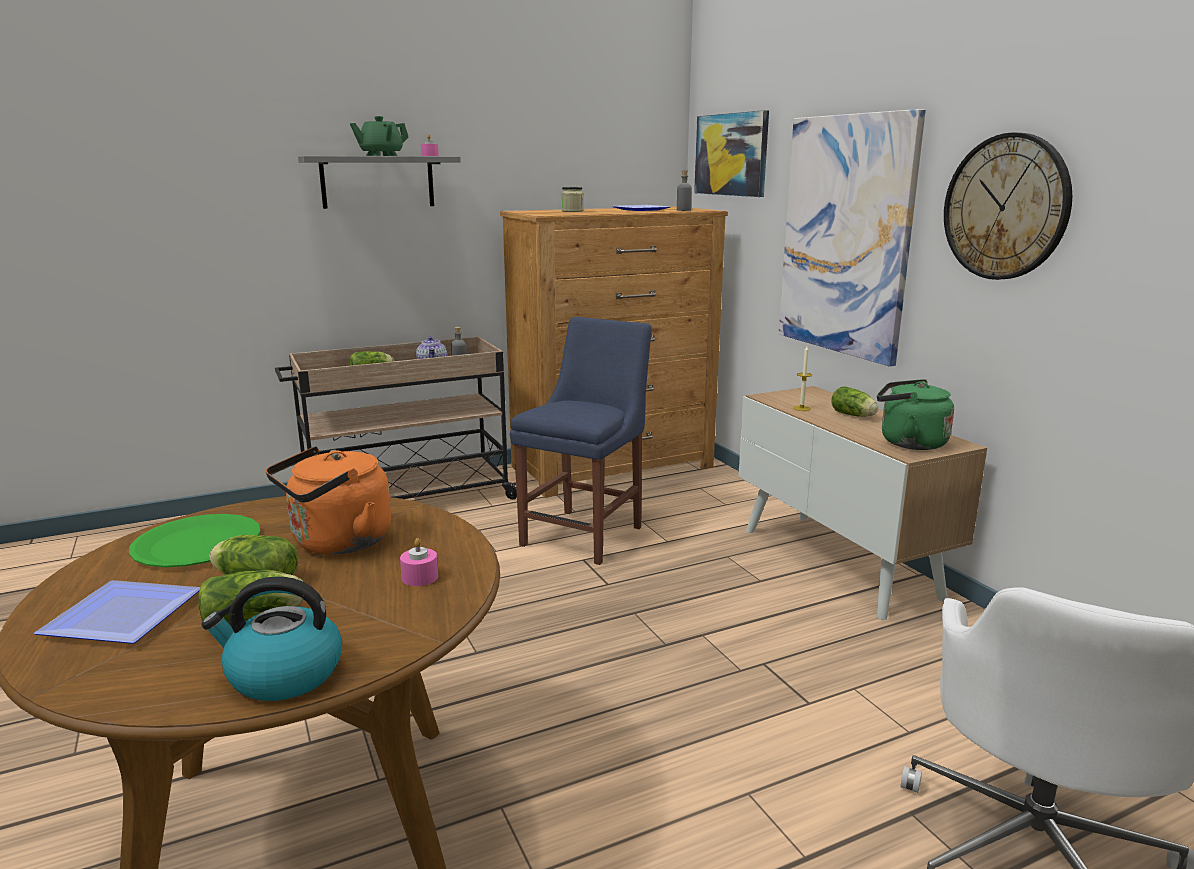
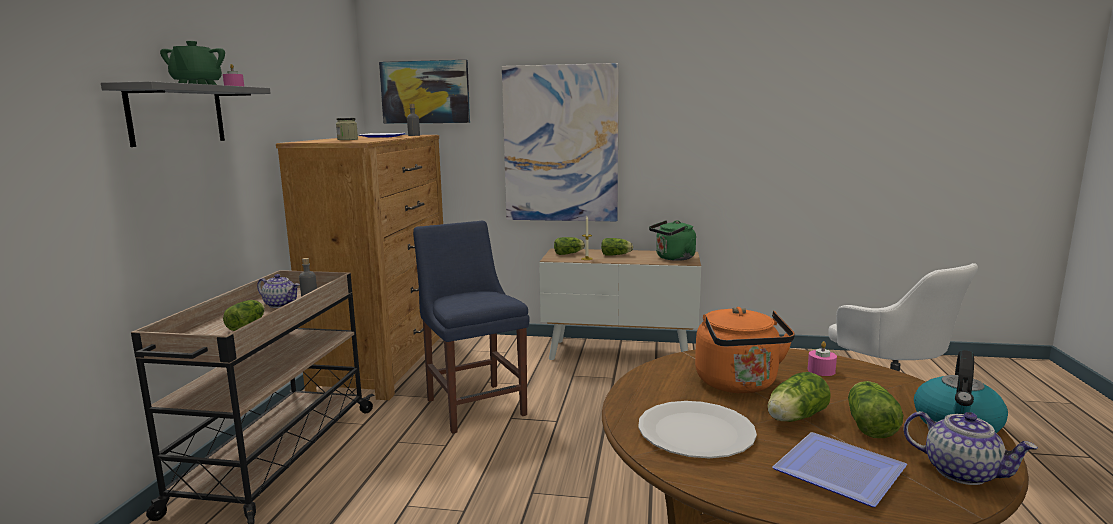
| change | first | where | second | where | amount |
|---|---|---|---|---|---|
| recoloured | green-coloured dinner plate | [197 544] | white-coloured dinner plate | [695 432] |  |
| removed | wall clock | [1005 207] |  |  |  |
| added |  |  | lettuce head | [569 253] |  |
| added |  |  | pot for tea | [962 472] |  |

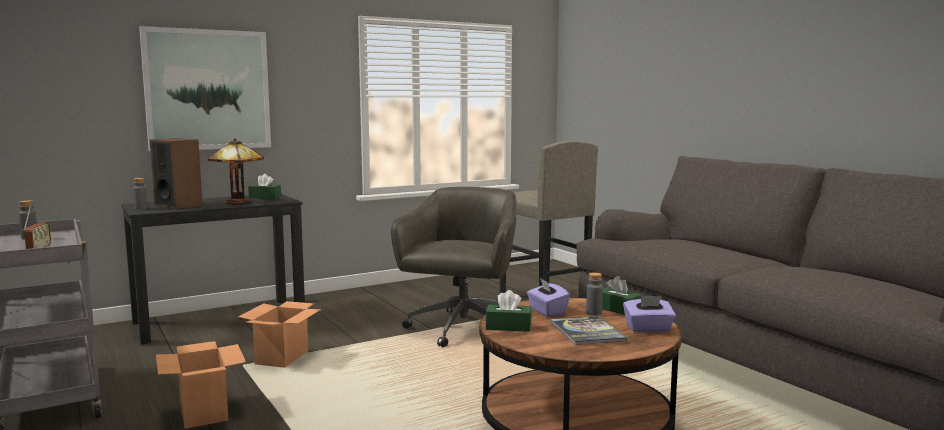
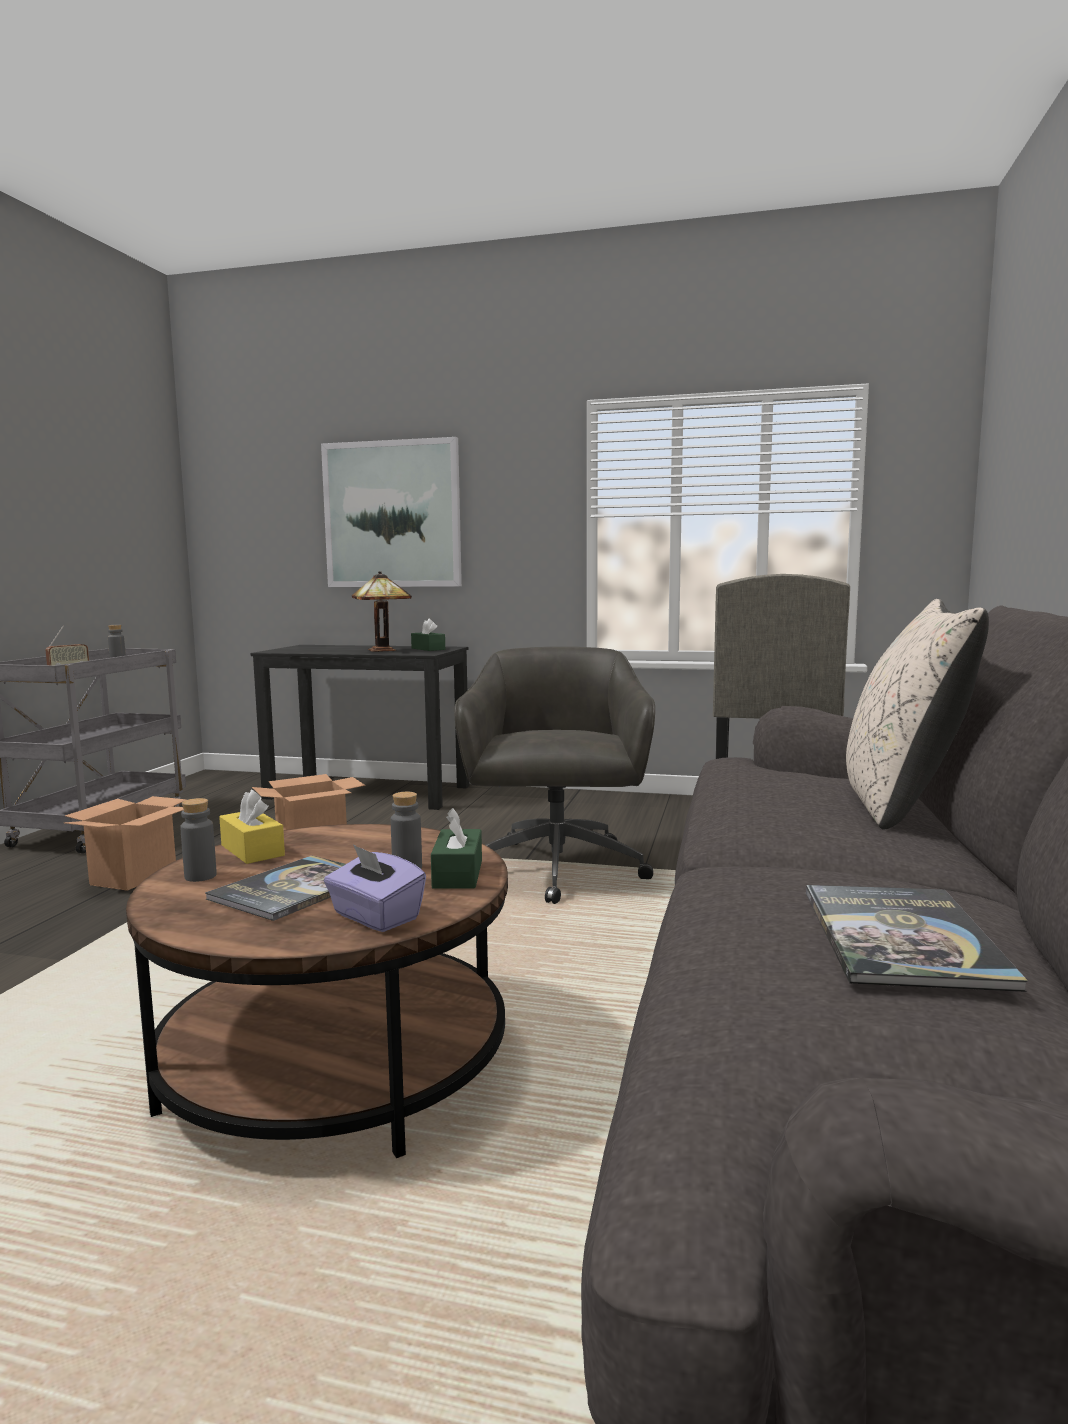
| change | first | where | second | where | amount |
|---|---|---|---|---|---|
| moved | greyish drink bottle | [141 208] |  | [200 876] |  |
| removed | audio speaker | [178 205] |  |  |  |
| turned | greyish computer chair | [461 329] |  | [556 871] | 60 degrees counterclockwise |
| recoloured | green-coloured tissue box | [508 327] | yellow-coloured tissue box | [252 850] |  |
| removed | purplish tissue box | [547 311] |  |  |  |
| added |  |  | book | [901 938] |  |
| added |  |  | beige-coloured pillow | [901 802] |  |

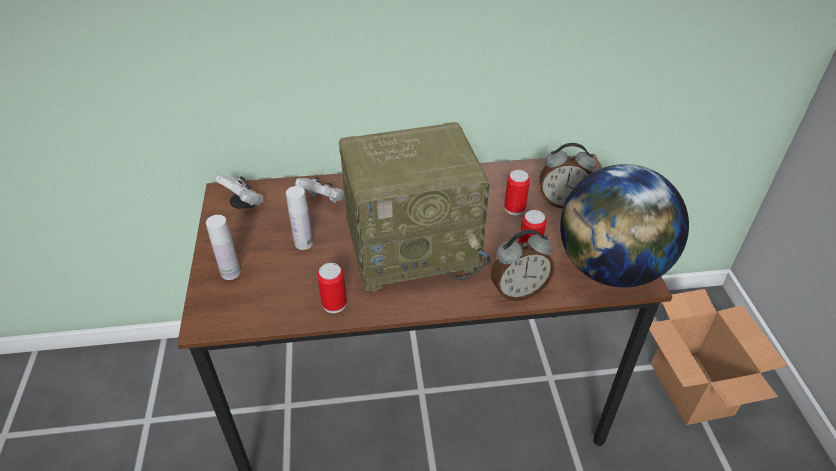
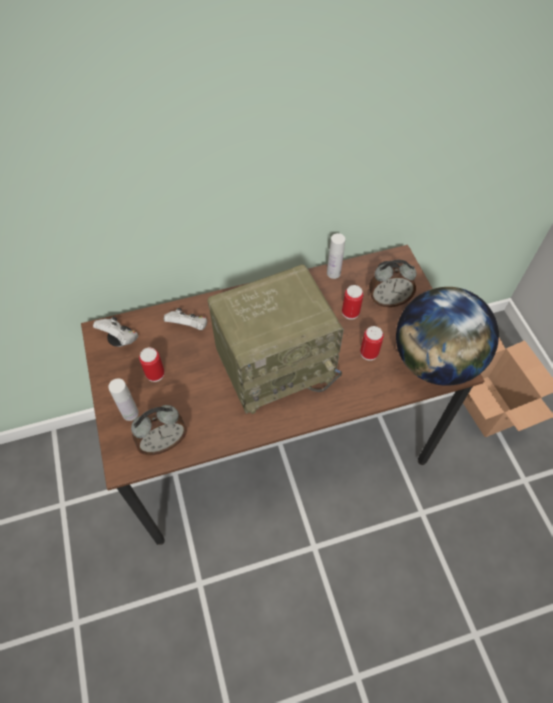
| change | first | where | second | where | amount |
|---|---|---|---|---|---|
| moved | white-coloured drink bottle | [303 243] |  | [333 273] |  |
| moved | can | [334 304] |  | [155 374] |  |
| moved | bedside clock | [518 291] |  | [163 442] |  |

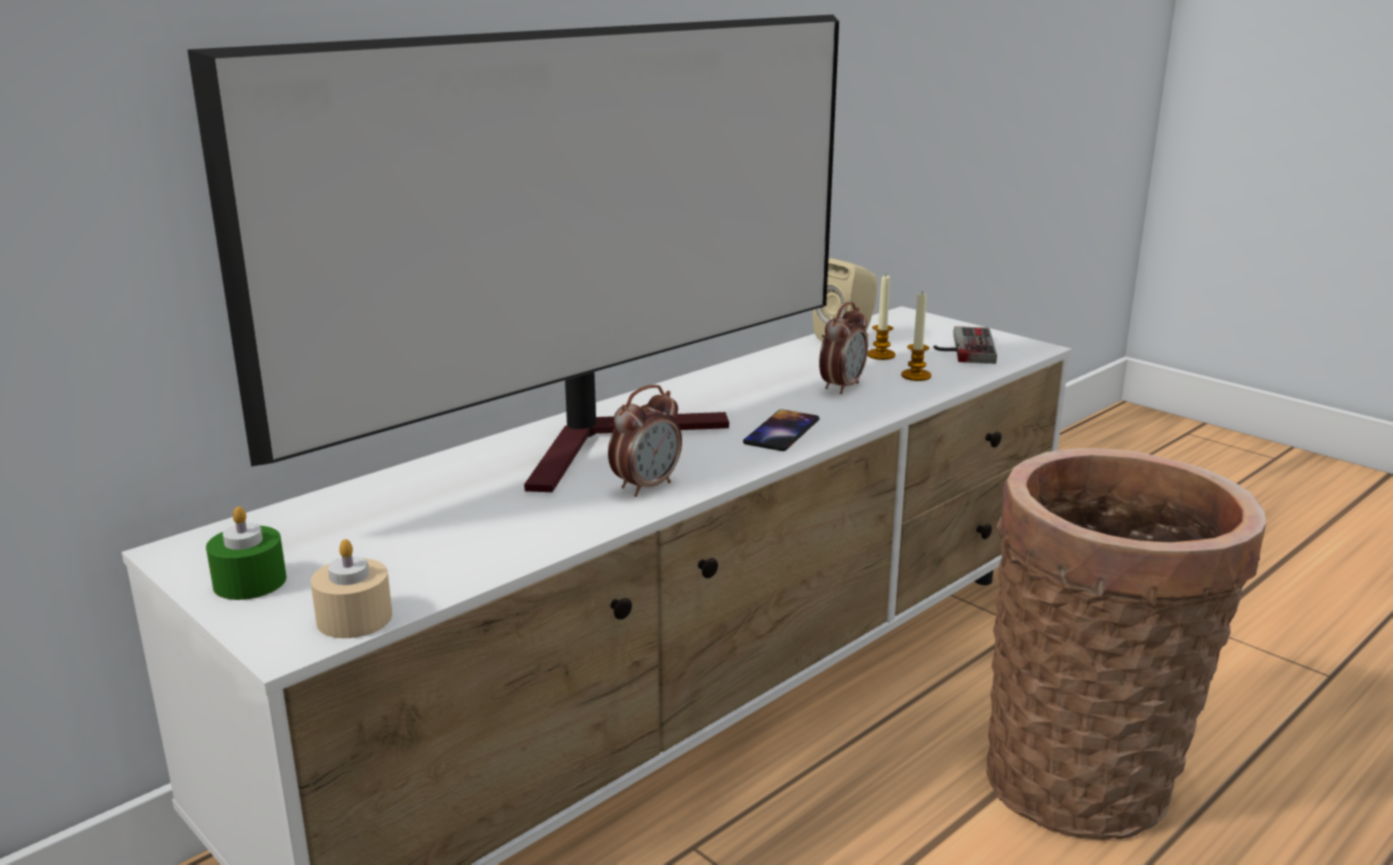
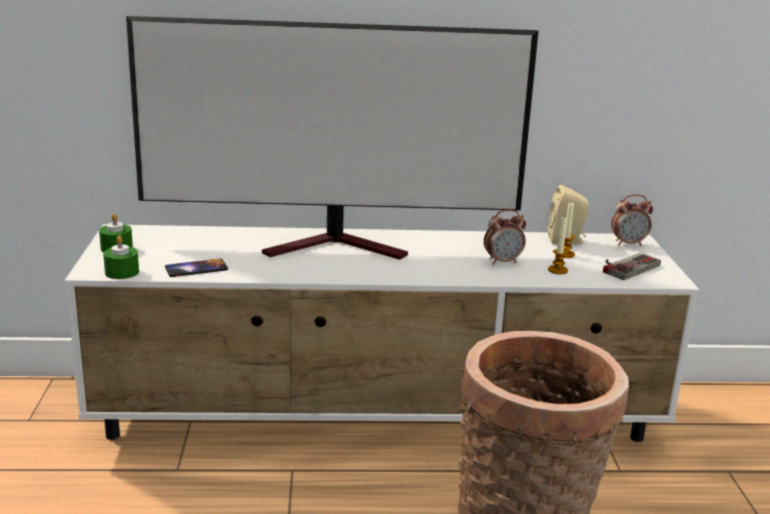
| change | first | where | second | where | amount |
|---|---|---|---|---|---|
| recoloured | beige-coloured wax candle | [354 618] | green-coloured wax candle | [122 272] |  |
| moved | bedside clock | [646 486] |  | [628 244] |  |
| moved | telephone | [781 431] |  | [196 268] |  |

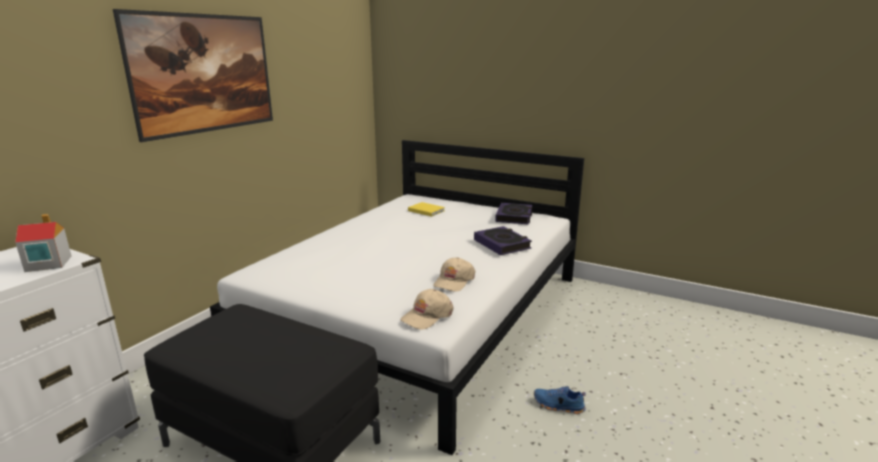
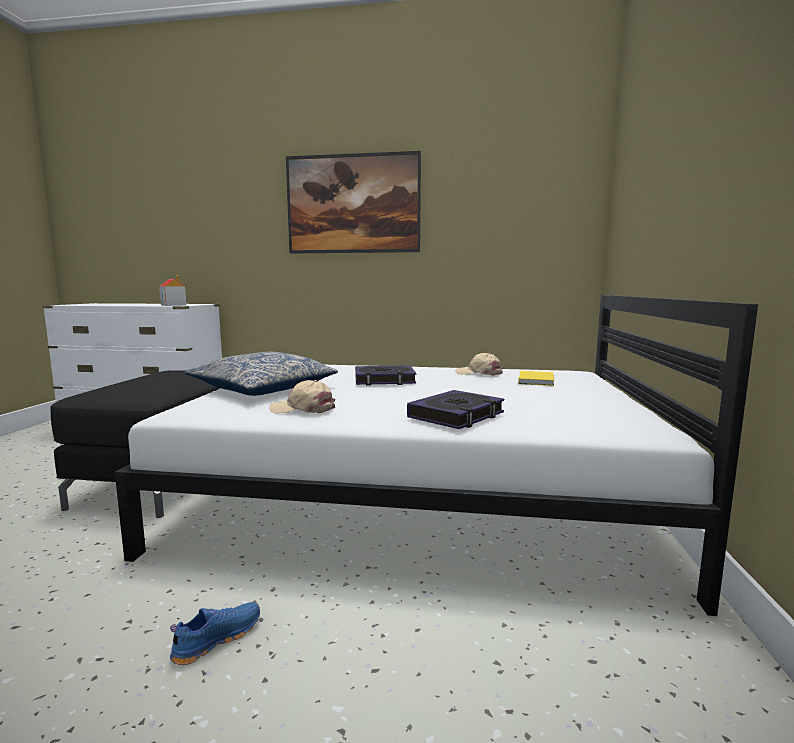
| change | first | where | second | where | amount |
|---|---|---|---|---|---|
| moved | beige-coloured peaked cap | [427 316] |  | [479 373] |  |
| moved | book | [514 217] |  | [384 380] |  |
| turned | bluish item of footwear | [558 406] |  | [217 639] | 45 degrees clockwise |
| added |  |  | pillow | [264 388] |  |

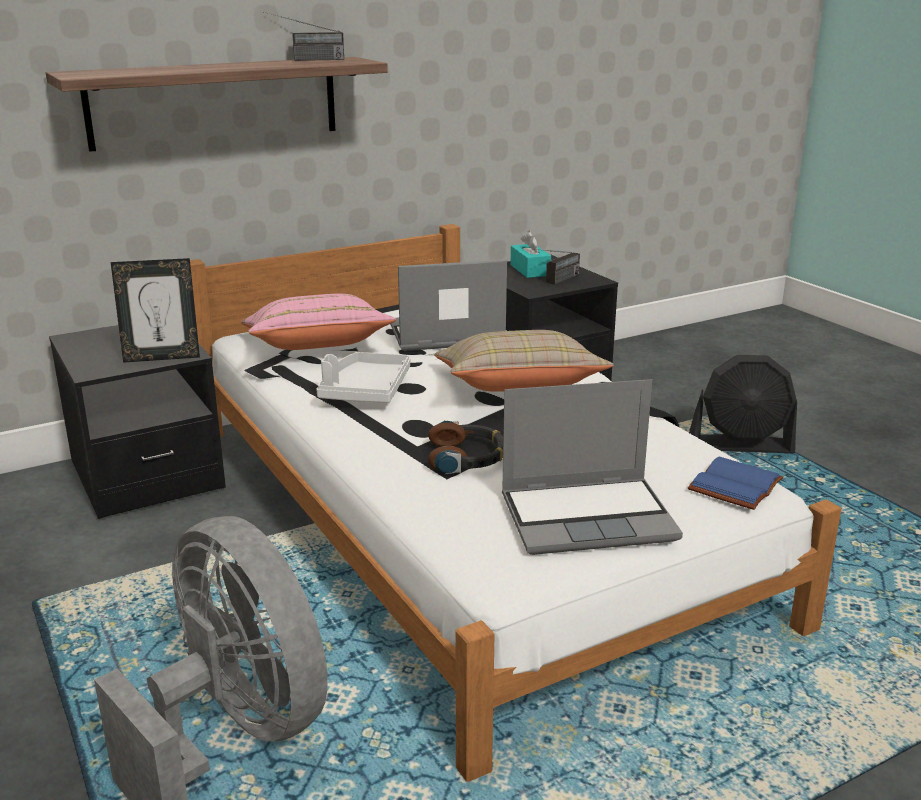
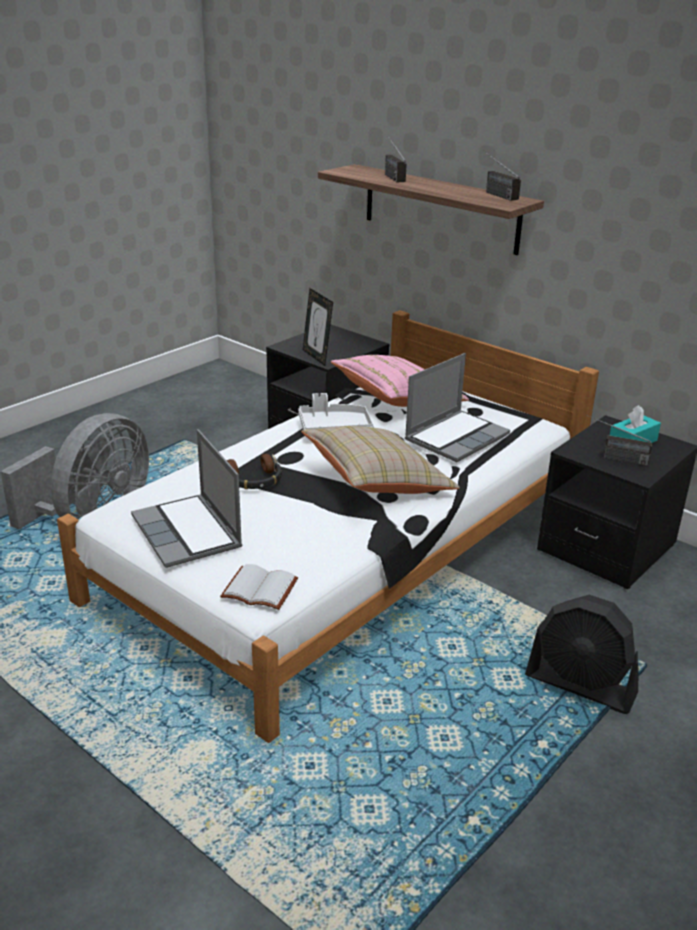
| change | first | where | second | where | amount |
|---|---|---|---|---|---|
| turned | laptop | [444 335] |  | [456 437] | 75 degrees clockwise |
| recoloured | bluish book | [737 487] | white-coloured book | [258 590] |  |
| turned | black-coloured cooling fan | [741 446] |  | [580 685] | 45 degrees counterclockwise |
| added |  |  | radio set | [390 176] |  |

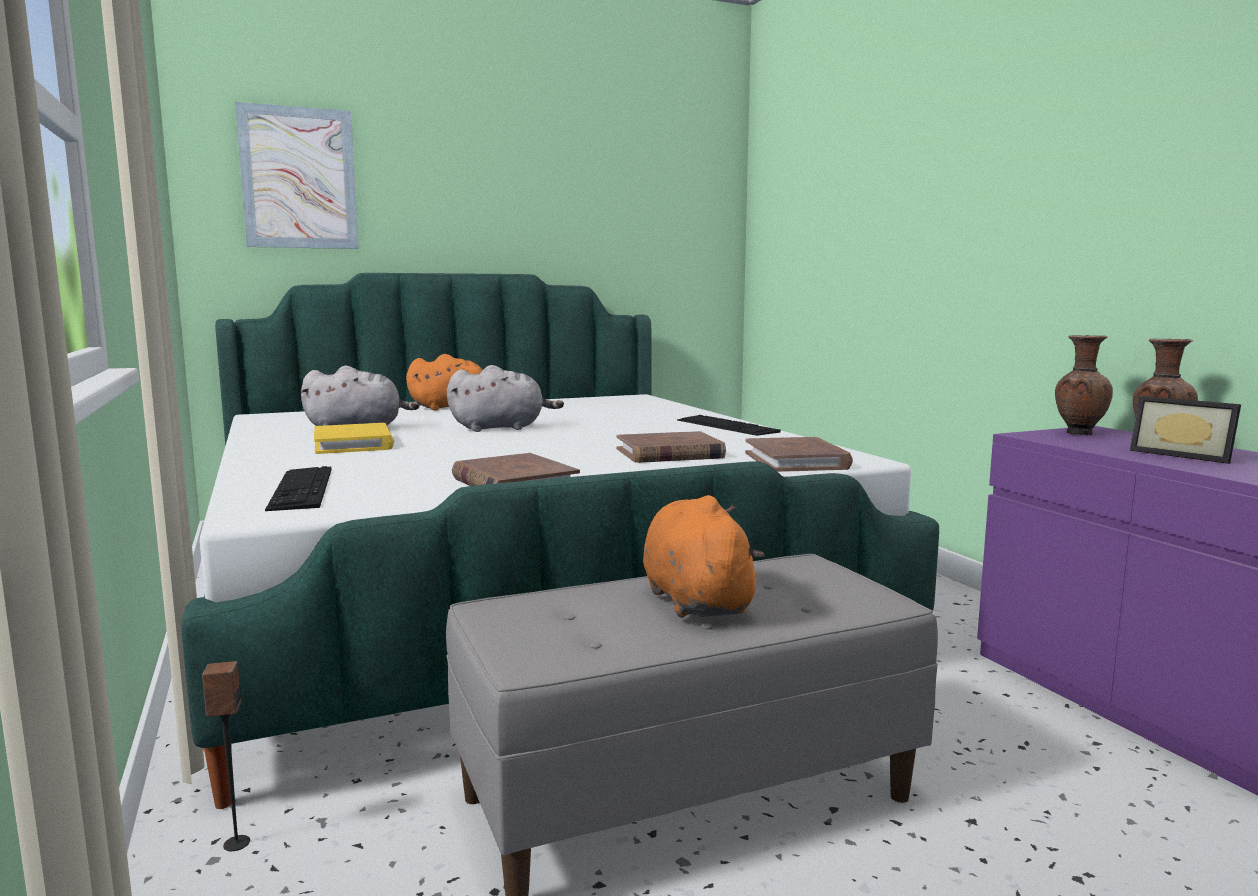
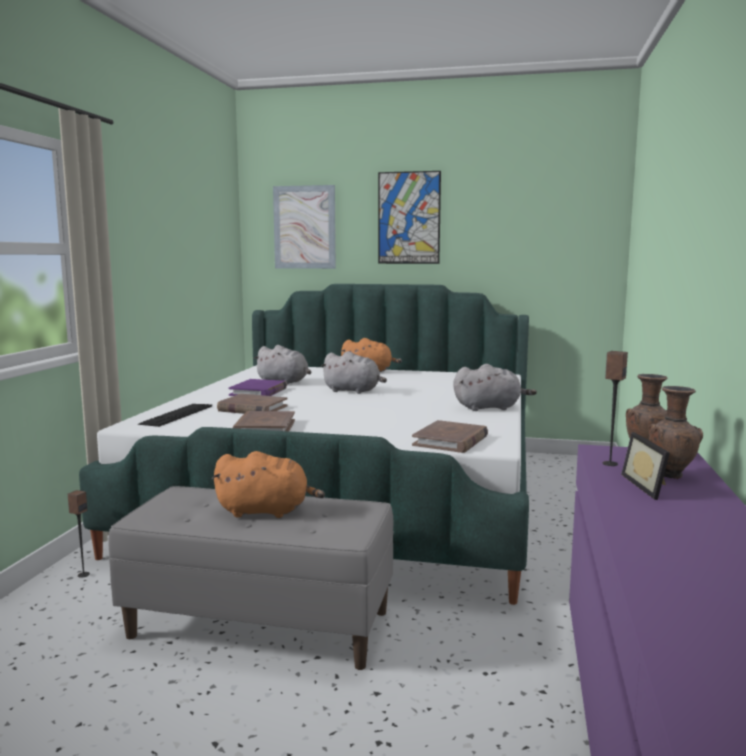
| change | first | where | second | where | amount |
|---|---|---|---|---|---|
| recoloured | yellow-coloured book | [353 444] | purplish book | [258 392] |  |
| moved | brown book | [669 453] |  | [252 408] |  |
| turned | orangey soft toy | [695 600] |  | [266 511] | 75 degrees clockwise |
| replaced | computer keyboard | [726 426] | greyish soft toy | [489 408] |  |
| added |  |  | wall art | [409 218] |  |
| added |  |  | audio speaker | [609 463] |  |

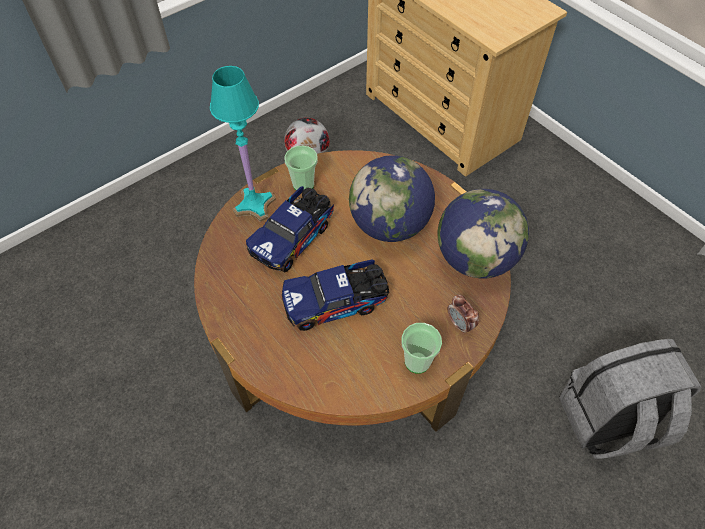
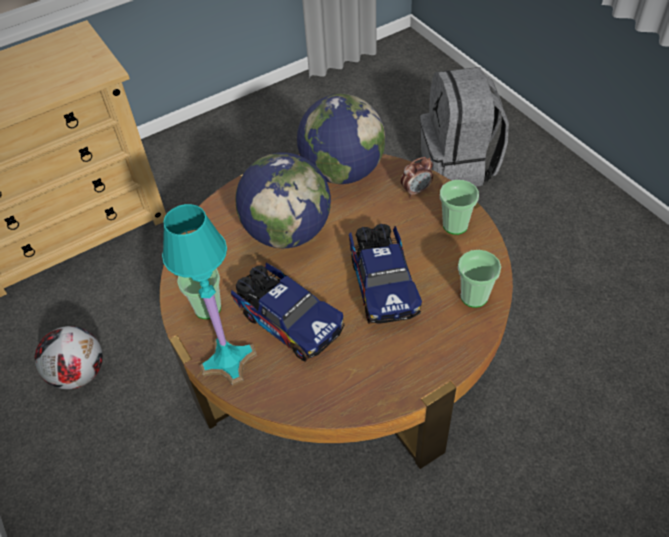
| change | first | where | second | where | amount |
|---|---|---|---|---|---|
| added |  |  | drinking cup | [474 296] |  |

